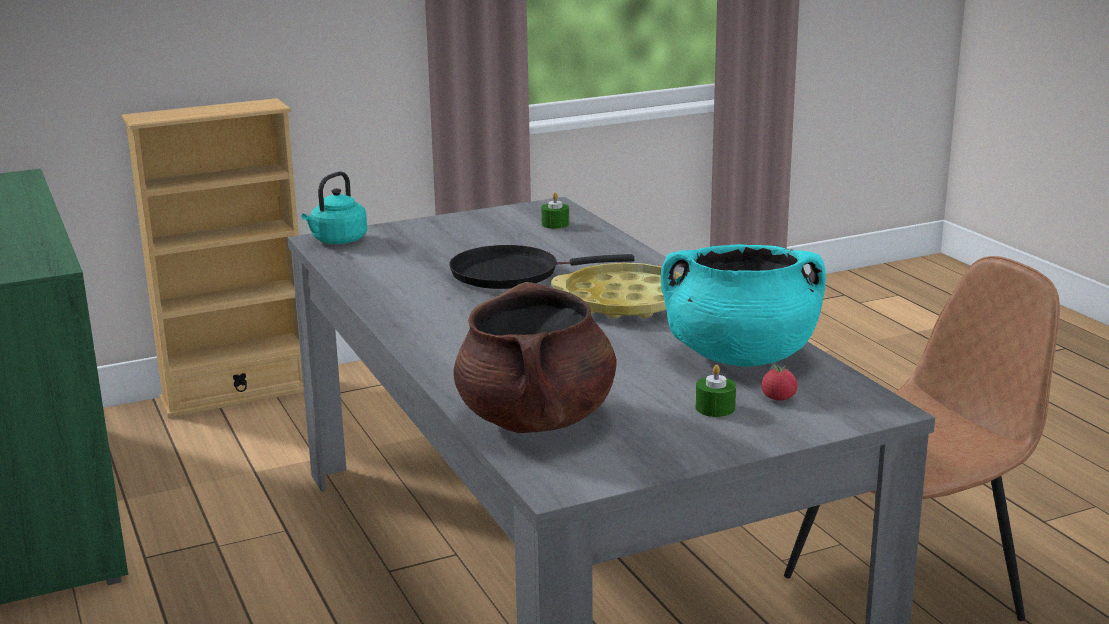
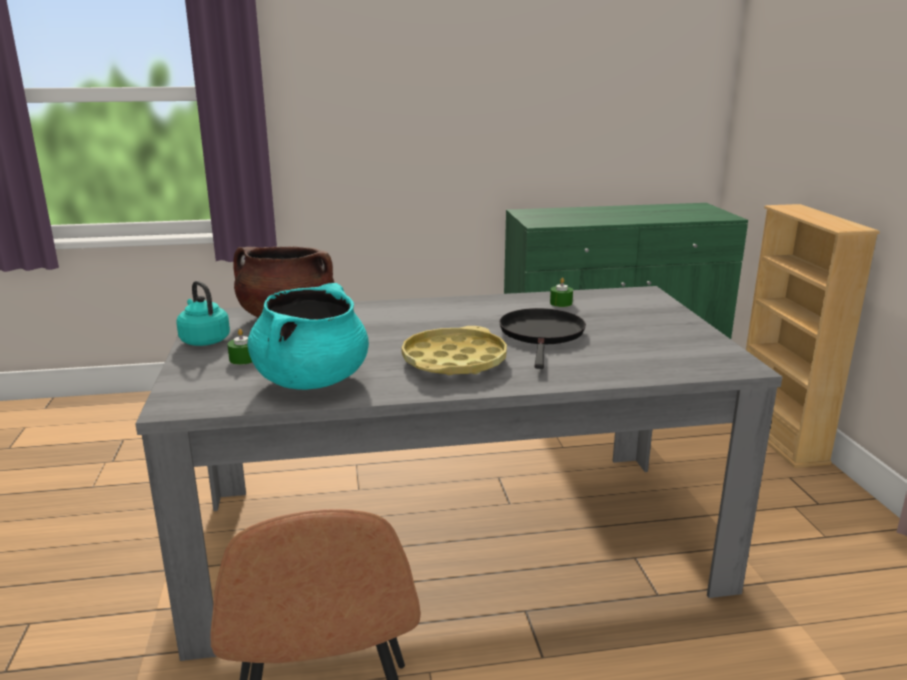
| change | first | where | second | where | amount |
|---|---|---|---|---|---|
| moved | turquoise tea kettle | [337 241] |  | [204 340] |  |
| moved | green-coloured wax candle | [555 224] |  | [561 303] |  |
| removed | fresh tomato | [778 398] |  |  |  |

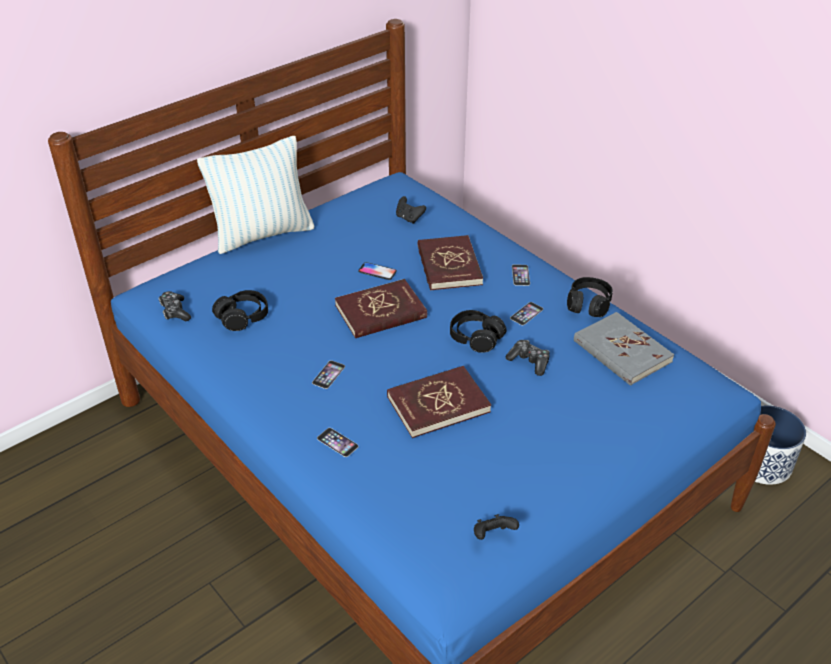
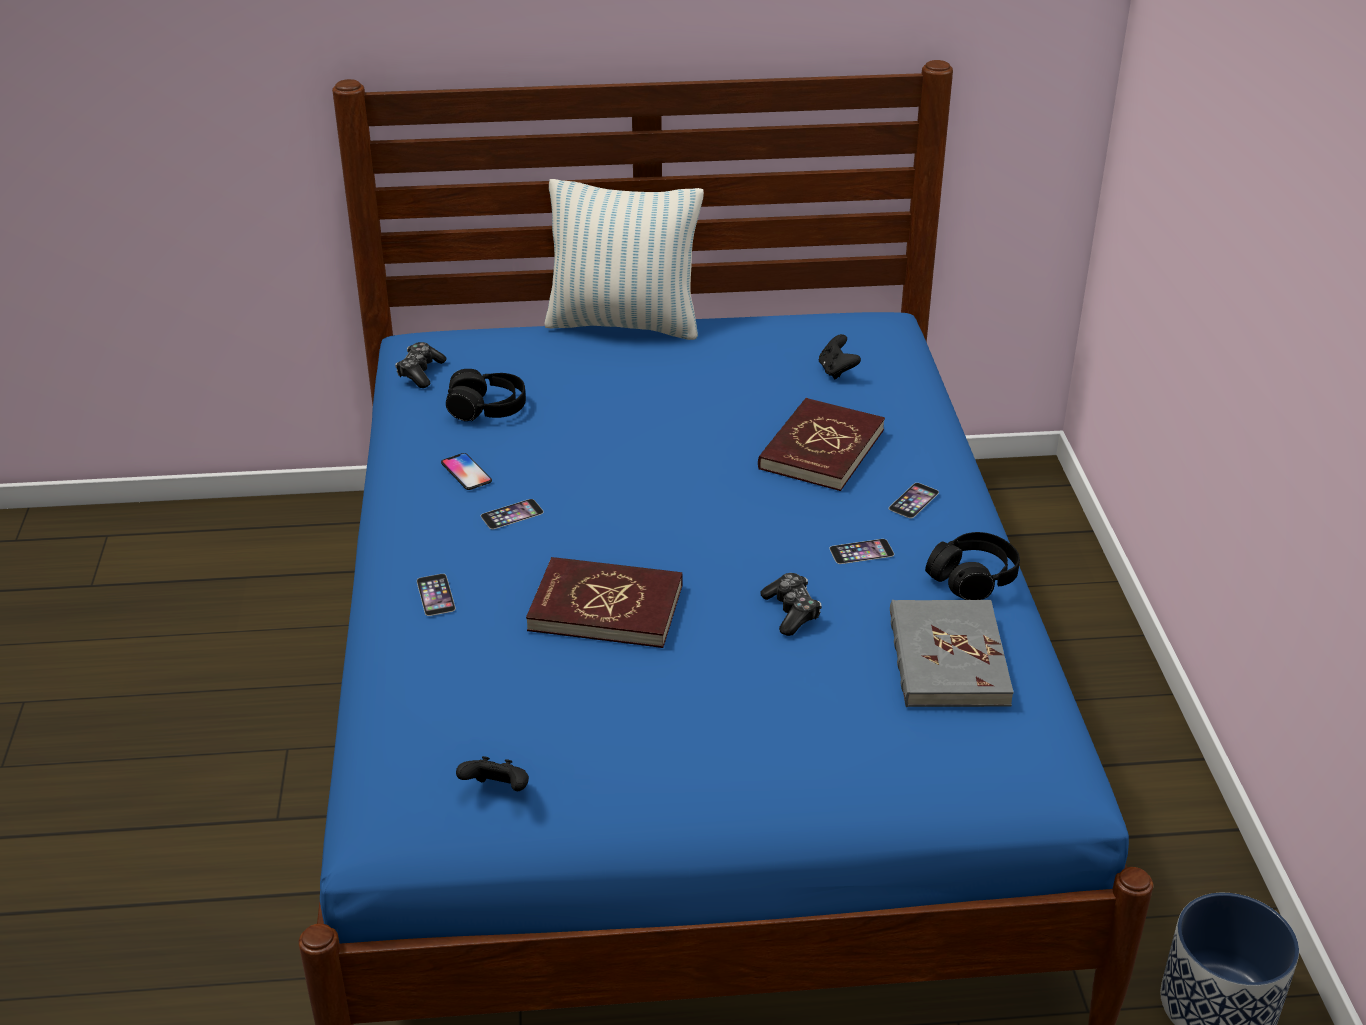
| change | first | where | second | where | amount |
|---|---|---|---|---|---|
| removed | red-coloured book | [381 312] |  |  |  |
| moved | telephone | [377 272] |  | [466 473] |  |
| removed | black-coloured headset | [476 338] |  |  |  |

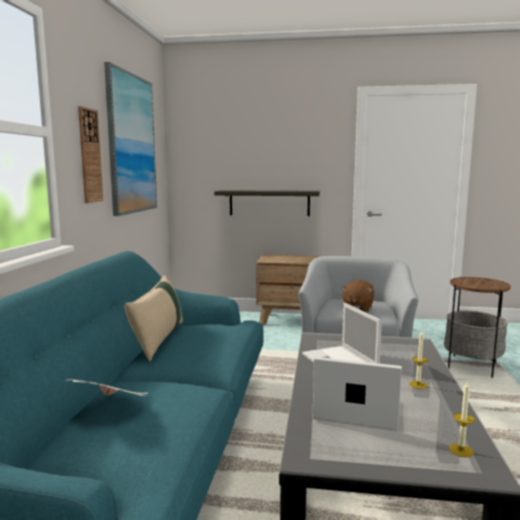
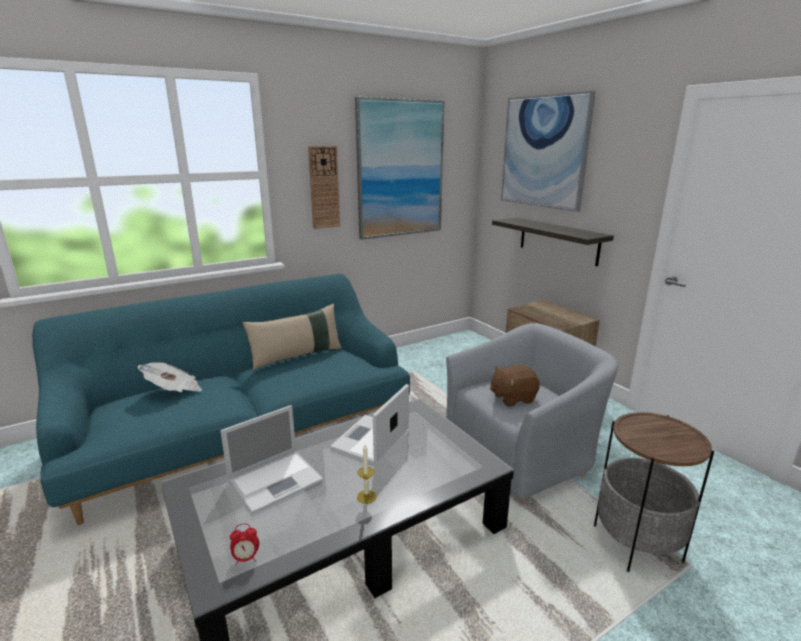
| change | first | where | second | where | amount |
|---|---|---|---|---|---|
| turned | laptop | [354 410] |  | [277 480] | 75 degrees clockwise |
| replaced | wax candle | [461 450] | bedside clock | [246 558] |  |
| added |  |  | wall art | [544 152] |  |

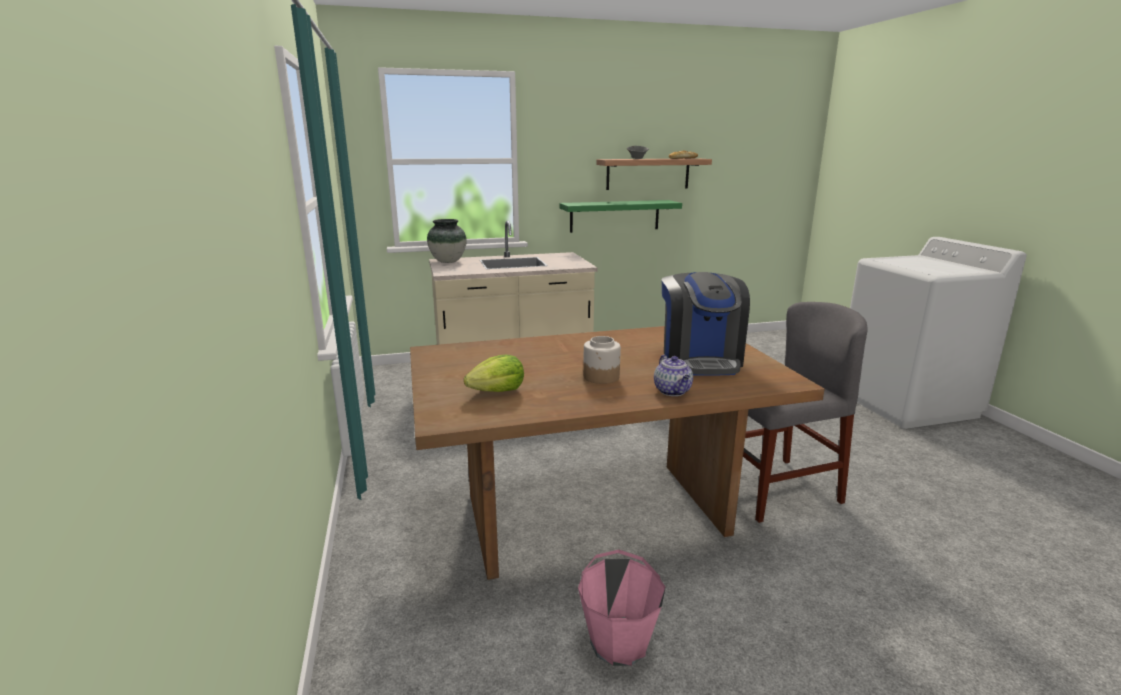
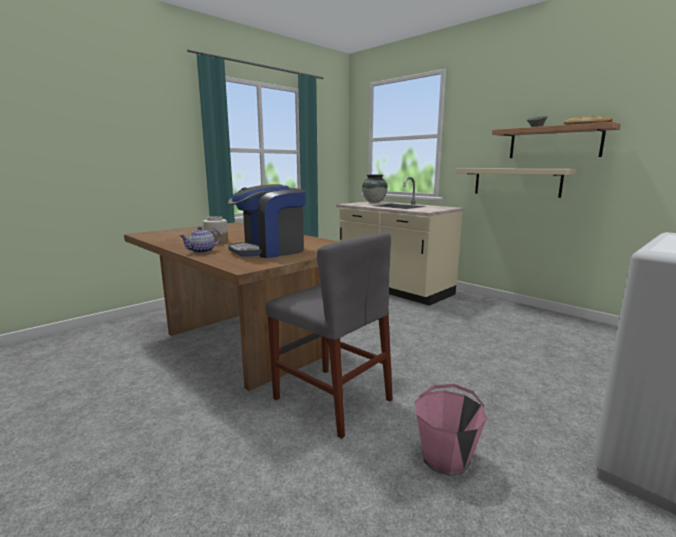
| change | first | where | second | where | amount |
|---|---|---|---|---|---|
| removed | lettuce head | [497 391] |  |  |  |
| recoloured | green-coloured wall shelf | [614 216] | beige-coloured wall shelf | [516 182] |  |
| moved | pinkish pail | [619 641] |  | [446 458] |  |

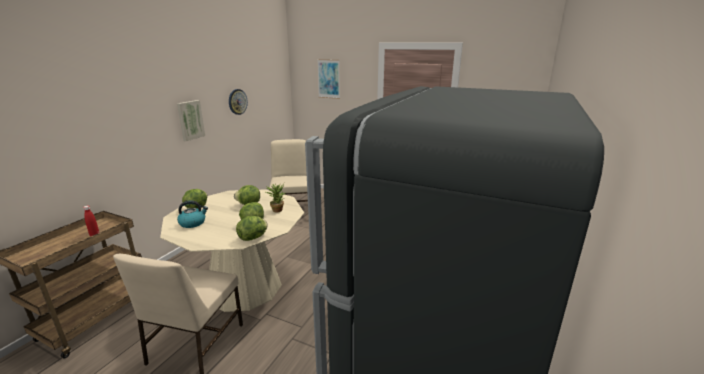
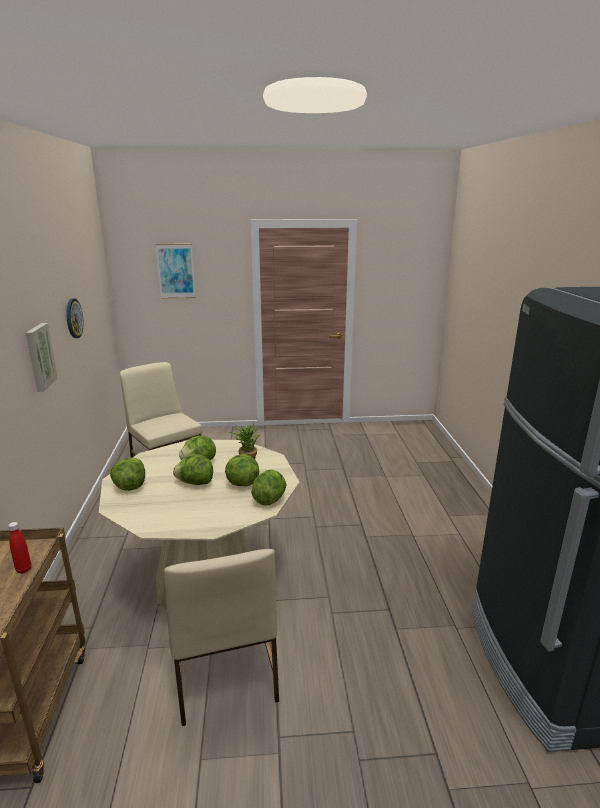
| change | first | where | second | where | amount |
|---|---|---|---|---|---|
| removed | tea kettle | [193 223] |  |  |  |
| added |  |  | lettuce head | [195 483] |  |

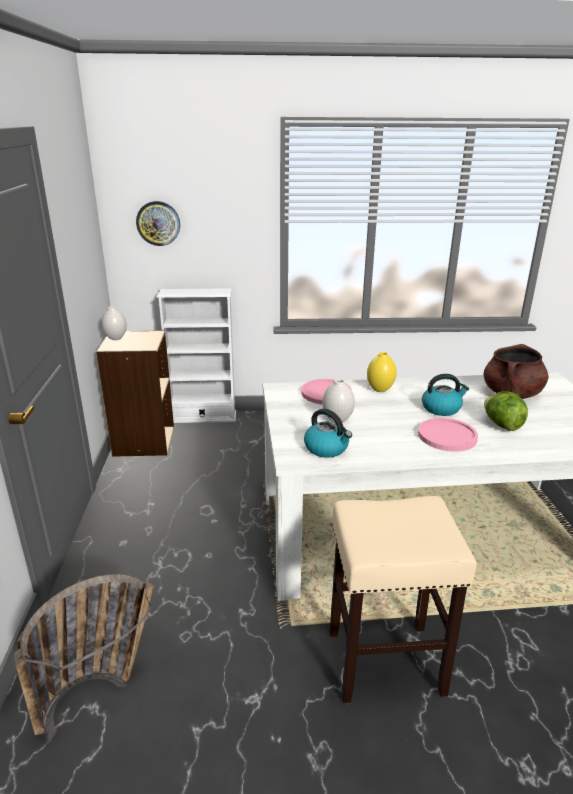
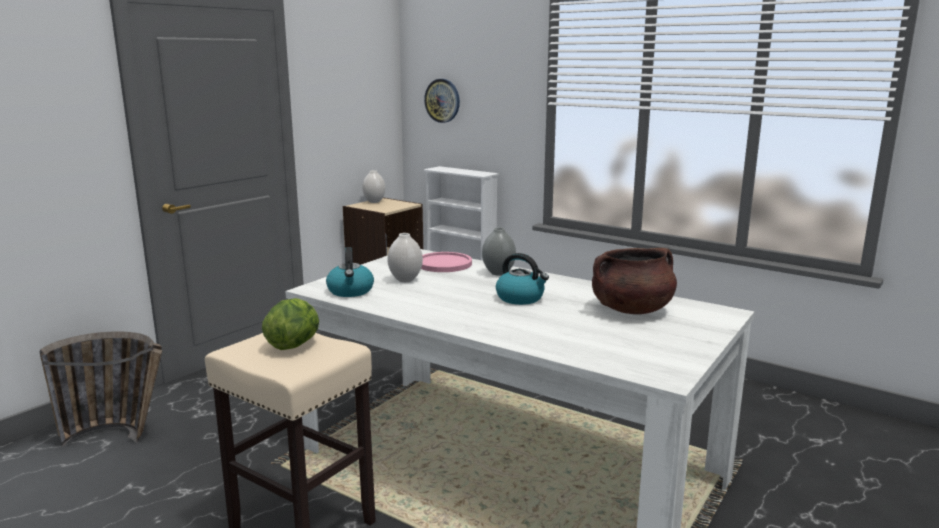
| change | first | where | second | where | amount |
|---|---|---|---|---|---|
| recoloured | yellow-coloured flower vase | [379 389] | greyish flower vase | [498 273] |  |
| removed | pinkish dinner plate | [447 436] |  |  |  |
| moved | lettuce head | [501 425] |  | [294 345] |  |

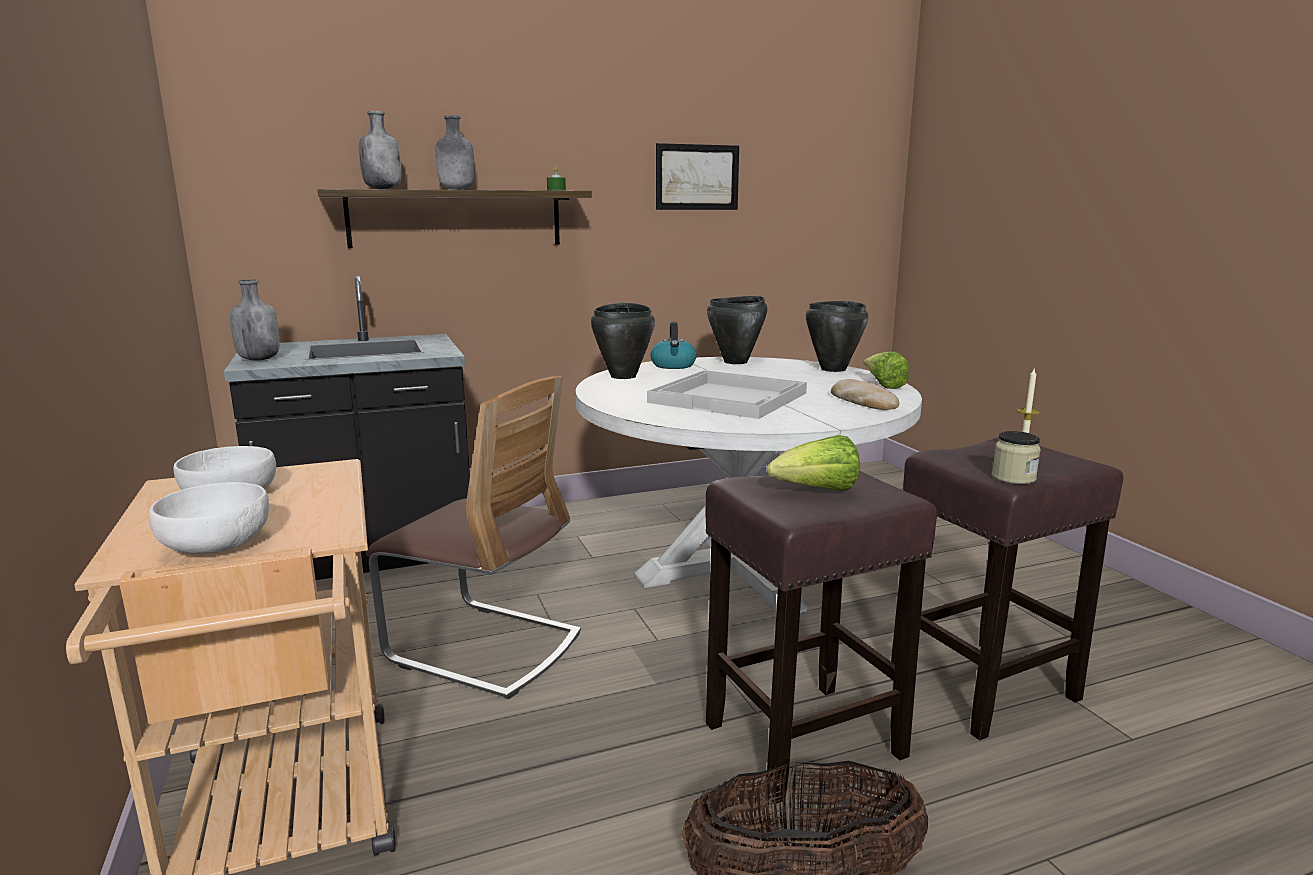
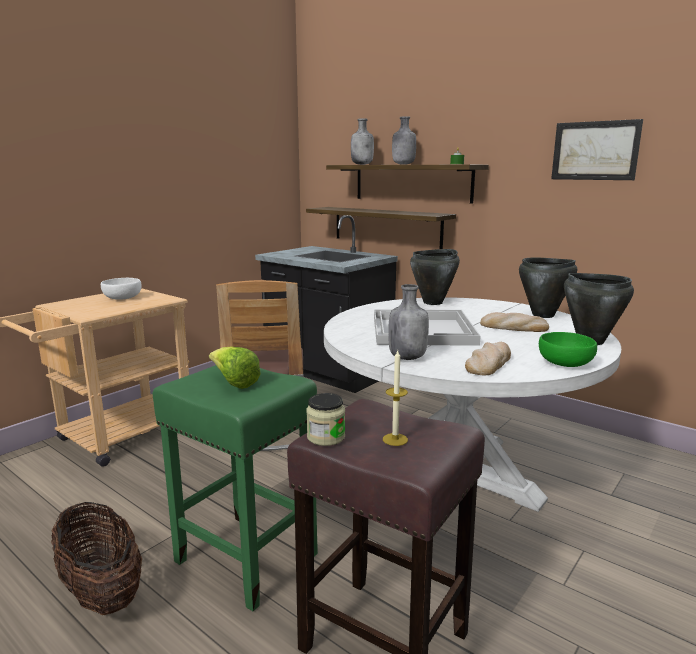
| change | first | where | second | where | amount |
|---|---|---|---|---|---|
| removed | white-coloured bowl | [216 543] |  |  |  |
| moved | greyish drink bottle | [259 359] |  | [407 357] |  |
| removed | tea kettle | [673 365] |  |  |  |
| recoloured | brown stool | [801 741] | green-coloured stool | [244 557] |  |
| replaced | lettuce head | [883 385] | green-coloured bowl | [564 363] |  |
| added |  |  | wall shelf | [386 226] |  |
| added |  |  | bread | [513 327] |  |

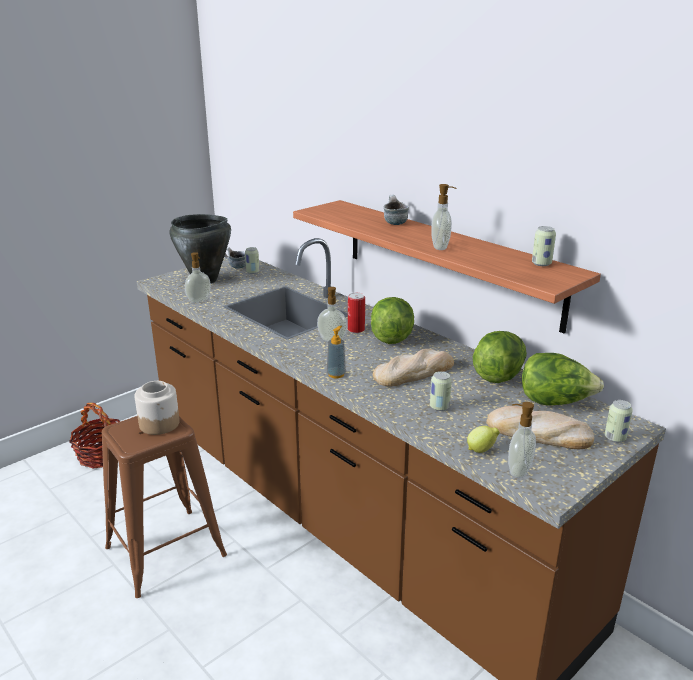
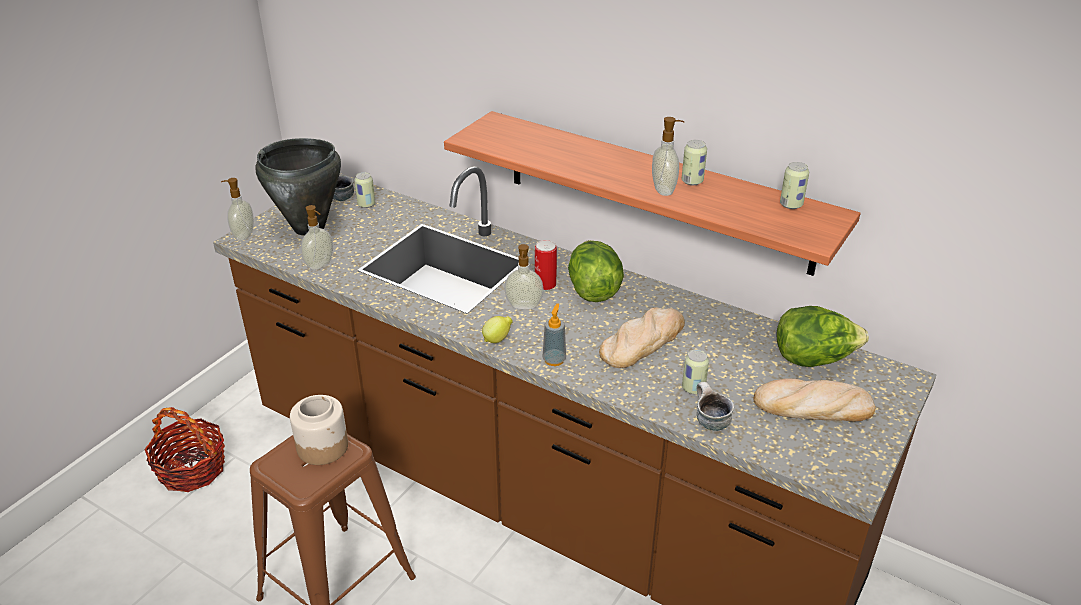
| change | first | where | second | where | amount |
|---|---|---|---|---|---|
| moved | mug | [393 222] |  | [708 421] |  |
| moved | lemon | [481 450] |  | [497 340] |  |
| removed | lettuce head | [498 375] |  |  |  |
| moved | soap bottle | [517 470] |  | [243 235] |  |
| moved | can | [615 438] |  | [692 181] |  |

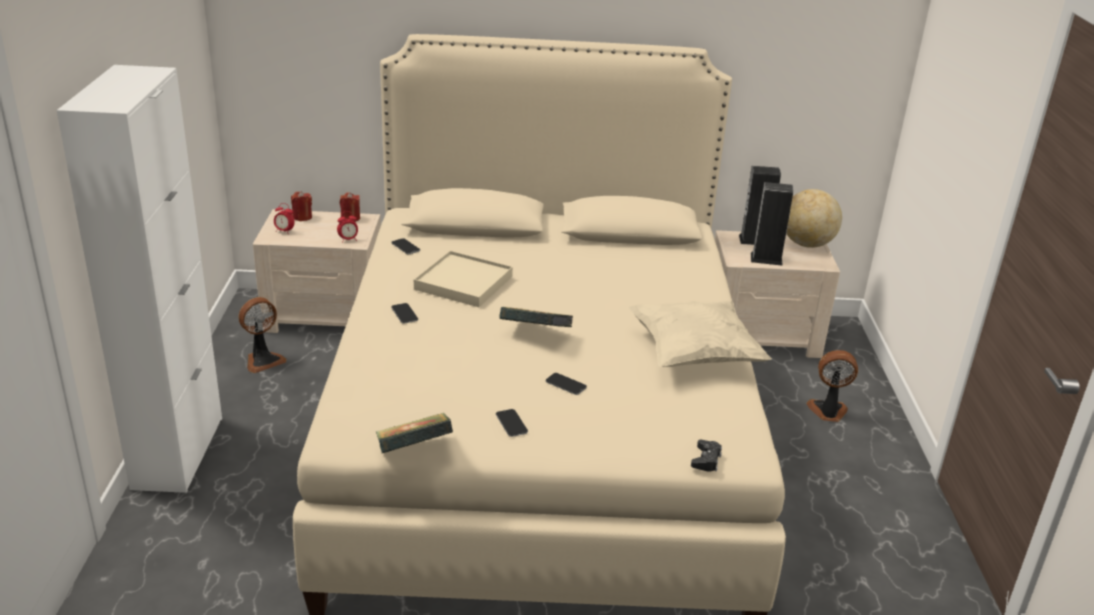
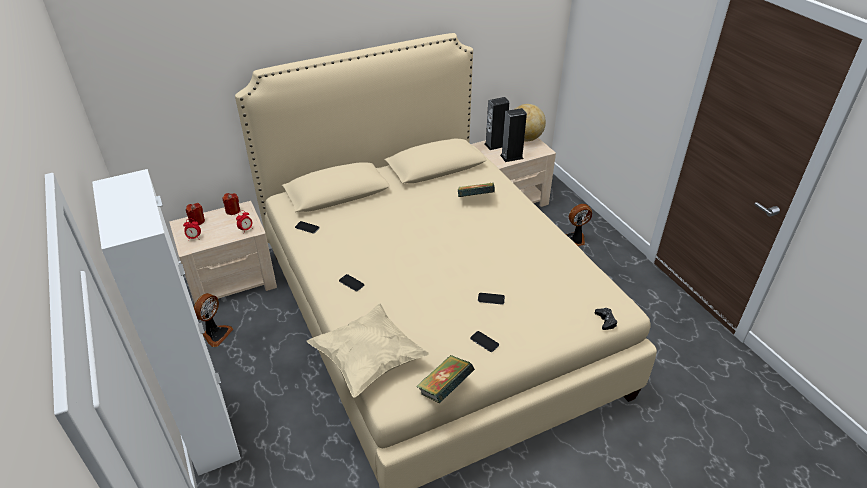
| change | first | where | second | where | amount |
|---|---|---|---|---|---|
| removed | beige-coloured serving tray | [463 283] |  |  |  |
| moved | book | [535 334] |  | [475 199] |  |
| moved | beige-coloured pillow | [694 355] |  | [369 361] |  |

